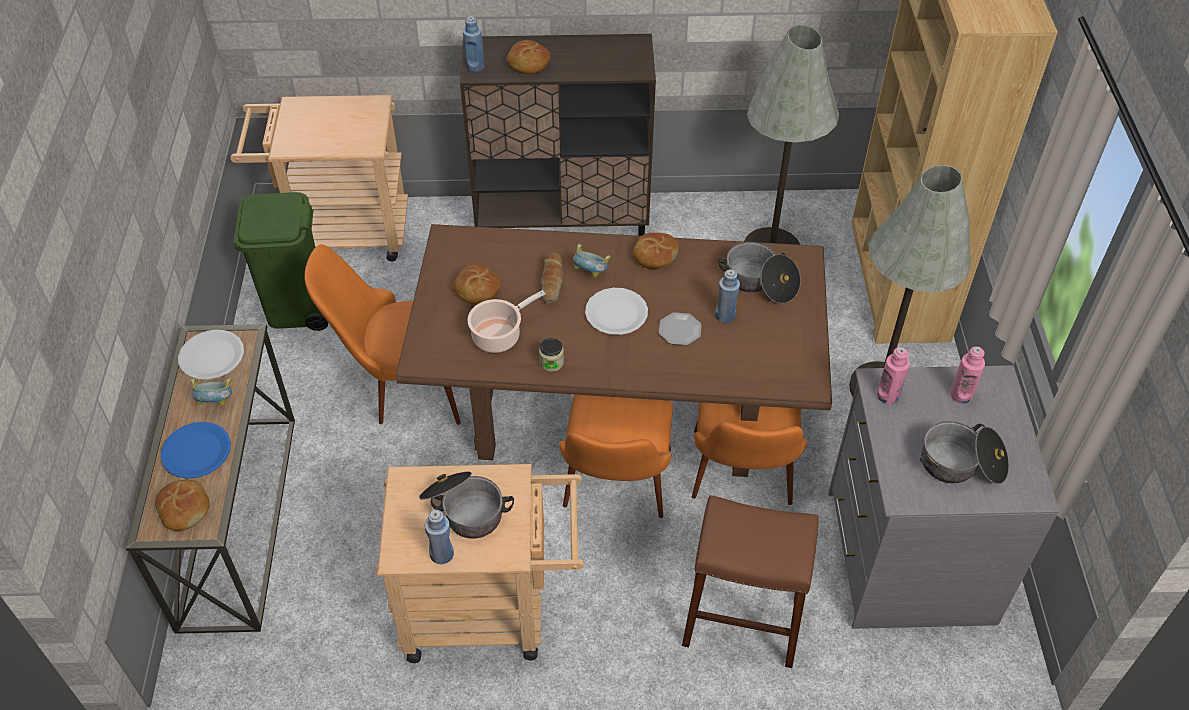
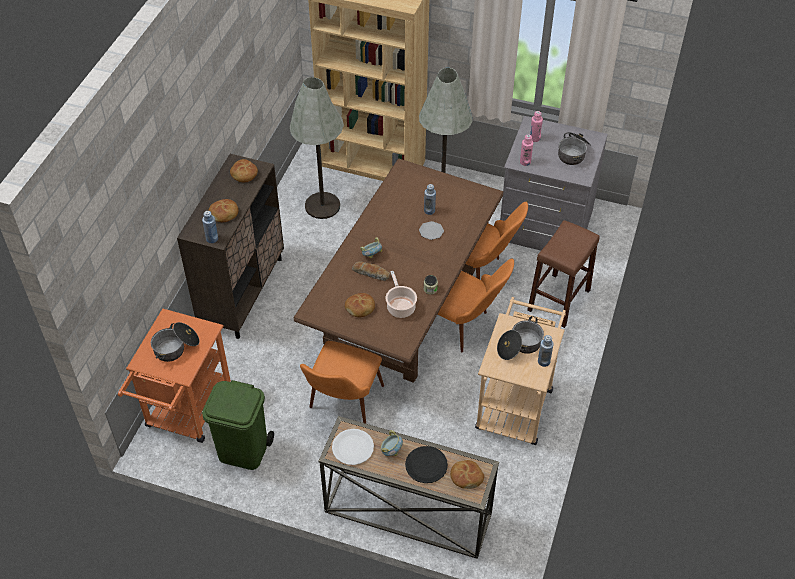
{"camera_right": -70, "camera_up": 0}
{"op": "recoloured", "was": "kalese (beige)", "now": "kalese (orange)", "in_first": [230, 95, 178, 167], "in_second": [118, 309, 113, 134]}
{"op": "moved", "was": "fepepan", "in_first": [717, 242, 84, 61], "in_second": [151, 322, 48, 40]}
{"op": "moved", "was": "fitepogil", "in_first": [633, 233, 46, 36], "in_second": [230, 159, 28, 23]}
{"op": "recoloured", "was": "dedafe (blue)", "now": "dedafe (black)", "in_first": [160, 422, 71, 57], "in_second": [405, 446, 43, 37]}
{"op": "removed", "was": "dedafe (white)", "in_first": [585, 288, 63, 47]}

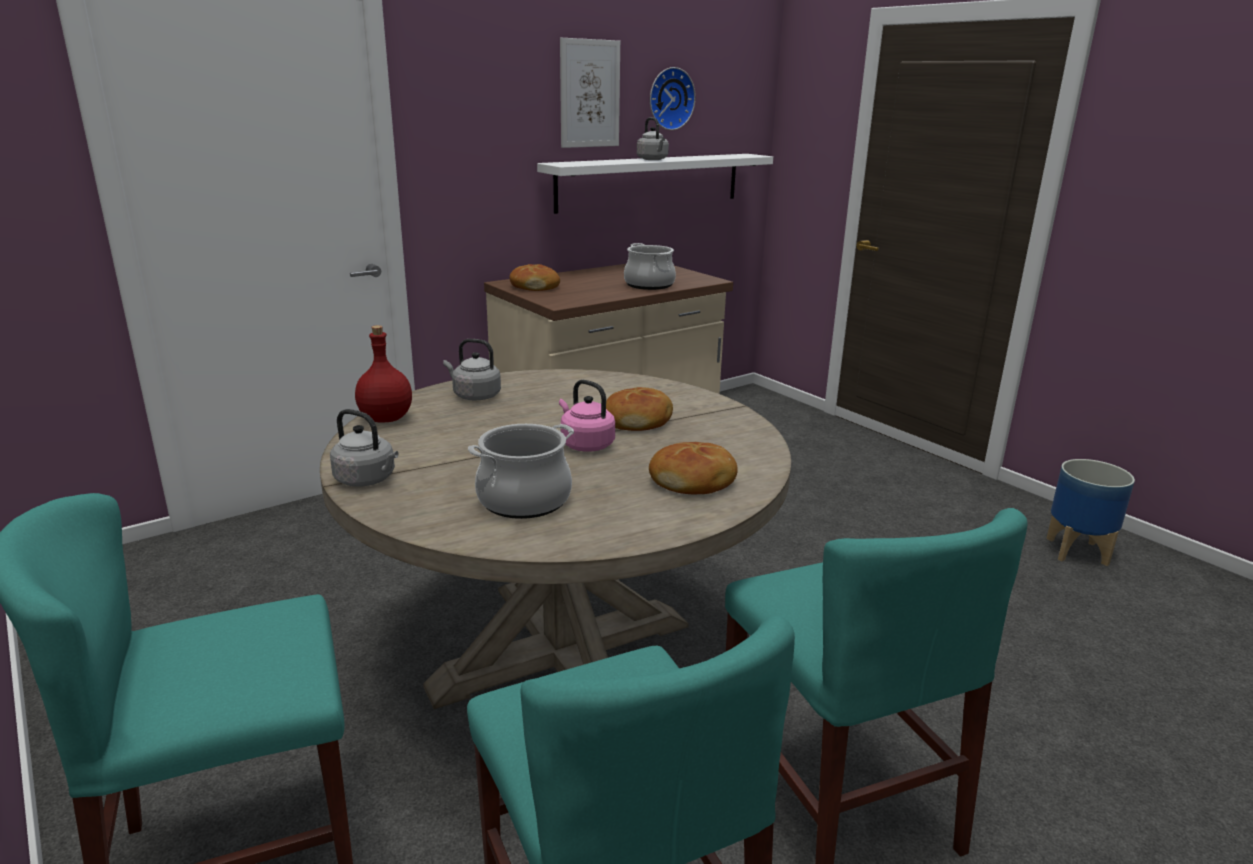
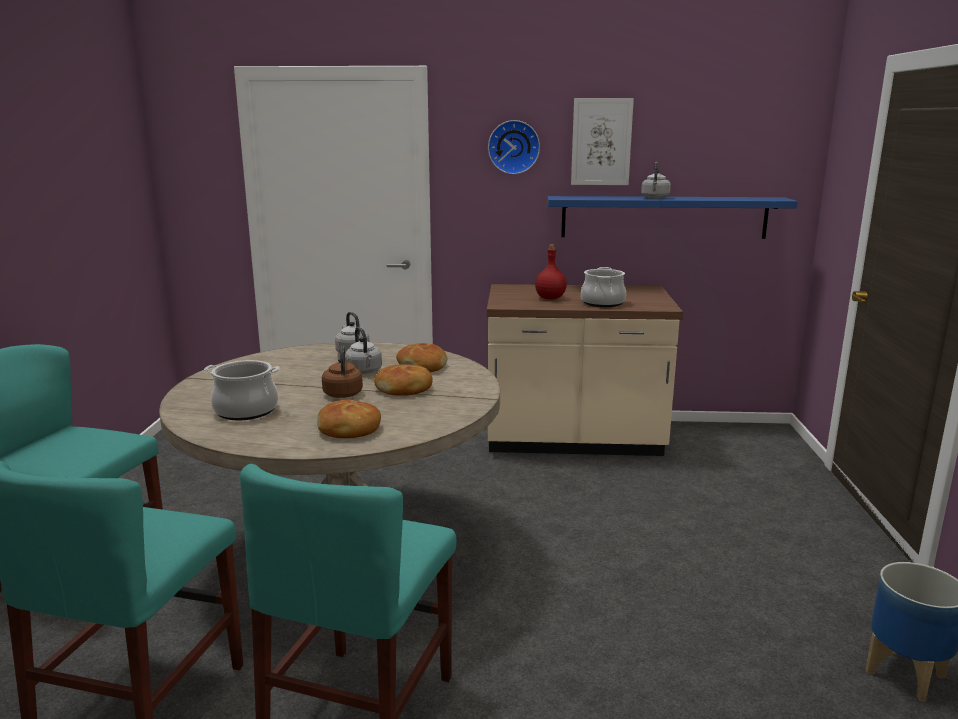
{"camera_right": 40, "camera_up": -5}
{"op": "recoloured", "was": "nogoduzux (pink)", "now": "nogoduzux (brown)", "in_first": [559, 380, 56, 72], "in_second": [322, 346, 41, 52]}
{"op": "moved", "was": "nogoduzux (grey)", "in_first": [330, 409, 69, 78], "in_second": [345, 327, 37, 47]}
{"op": "moved", "was": "fitepogil", "in_first": [510, 264, 50, 27], "in_second": [396, 343, 51, 29]}
{"op": "moved", "was": "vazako", "in_first": [650, 67, 46, 63], "in_second": [488, 120, 52, 54]}
{"op": "moved", "was": "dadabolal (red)", "in_first": [355, 325, 57, 97], "in_second": [535, 244, 32, 56]}
{"op": "recoloured", "was": "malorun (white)", "now": "malorun (blue)", "in_first": [537, 154, 236, 60], "in_second": [547, 196, 251, 43]}

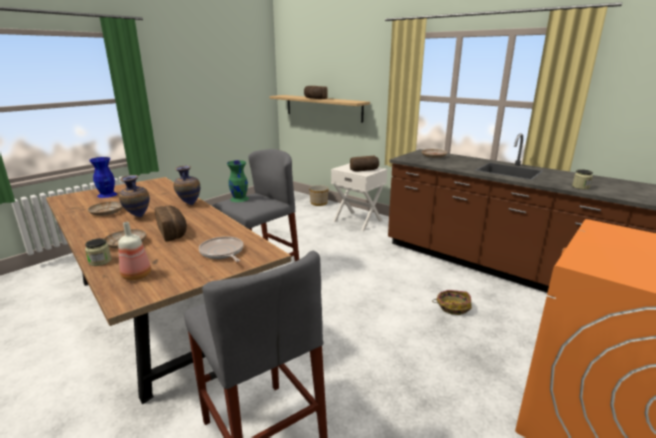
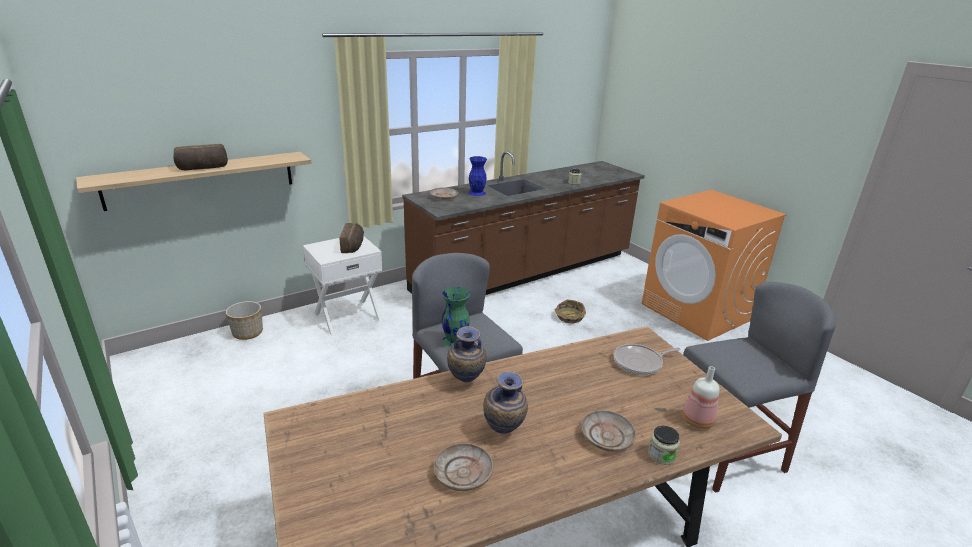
{"camera_right": -75, "camera_up": 5}
{"op": "moved", "was": "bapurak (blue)", "in_first": [89, 157, 28, 41], "in_second": [469, 156, 18, 40]}
{"op": "removed", "was": "fitepogil", "in_first": [155, 205, 32, 36]}

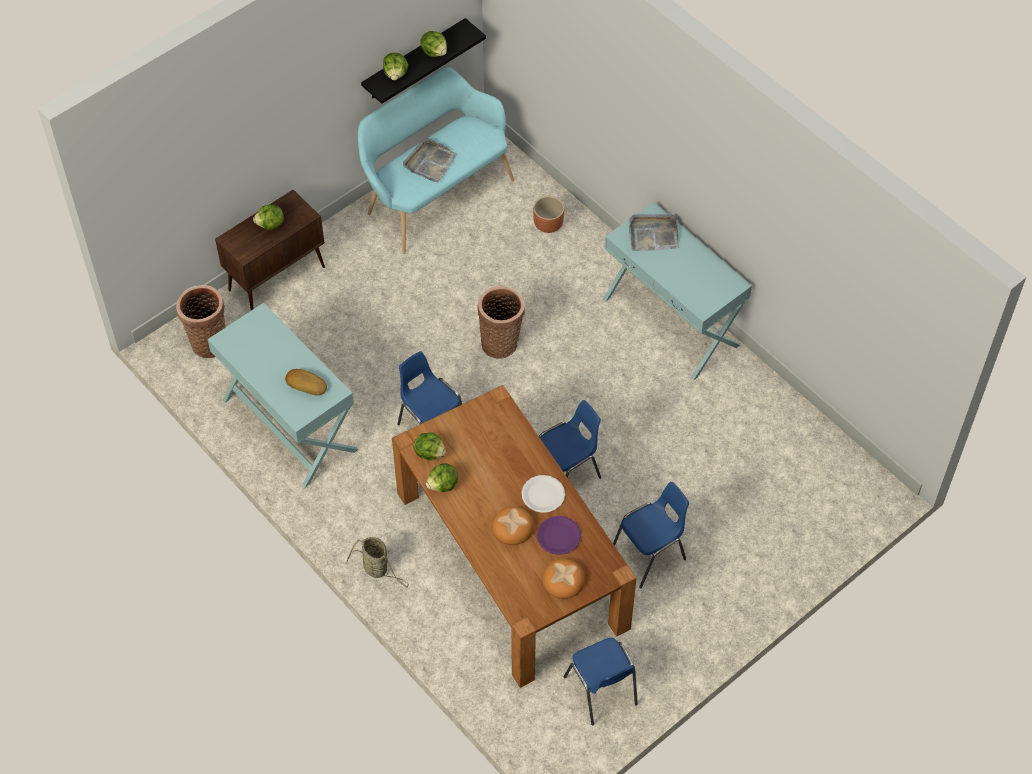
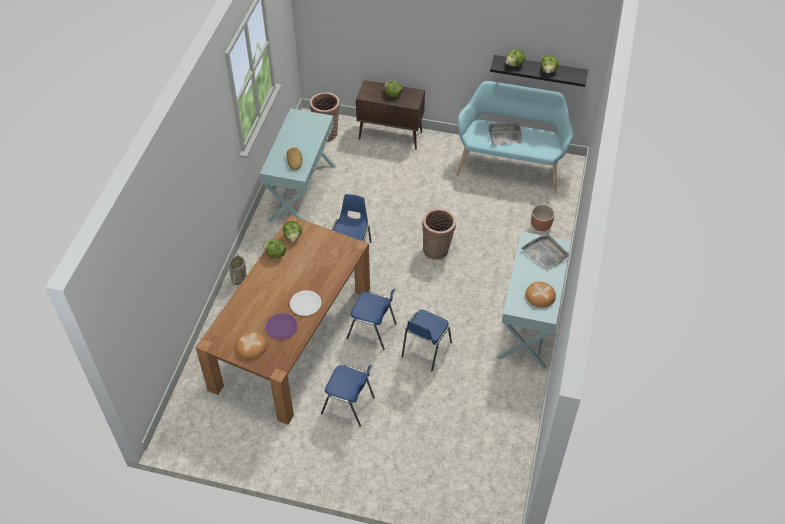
{"camera_right": 55, "camera_up": -5}
{"op": "moved", "was": "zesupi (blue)", "in_first": [563, 638, 75, 87], "in_second": [402, 310, 50, 61]}
{"op": "moved", "was": "fitepogil", "in_first": [492, 507, 42, 38], "in_second": [525, 282, 31, 26]}

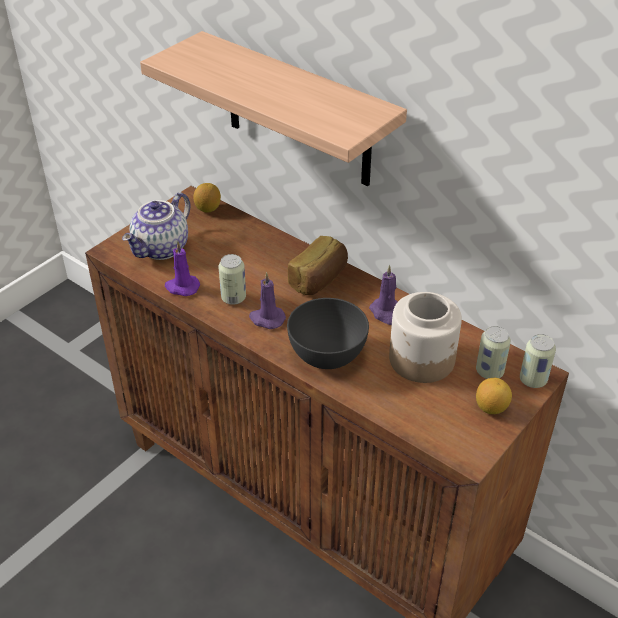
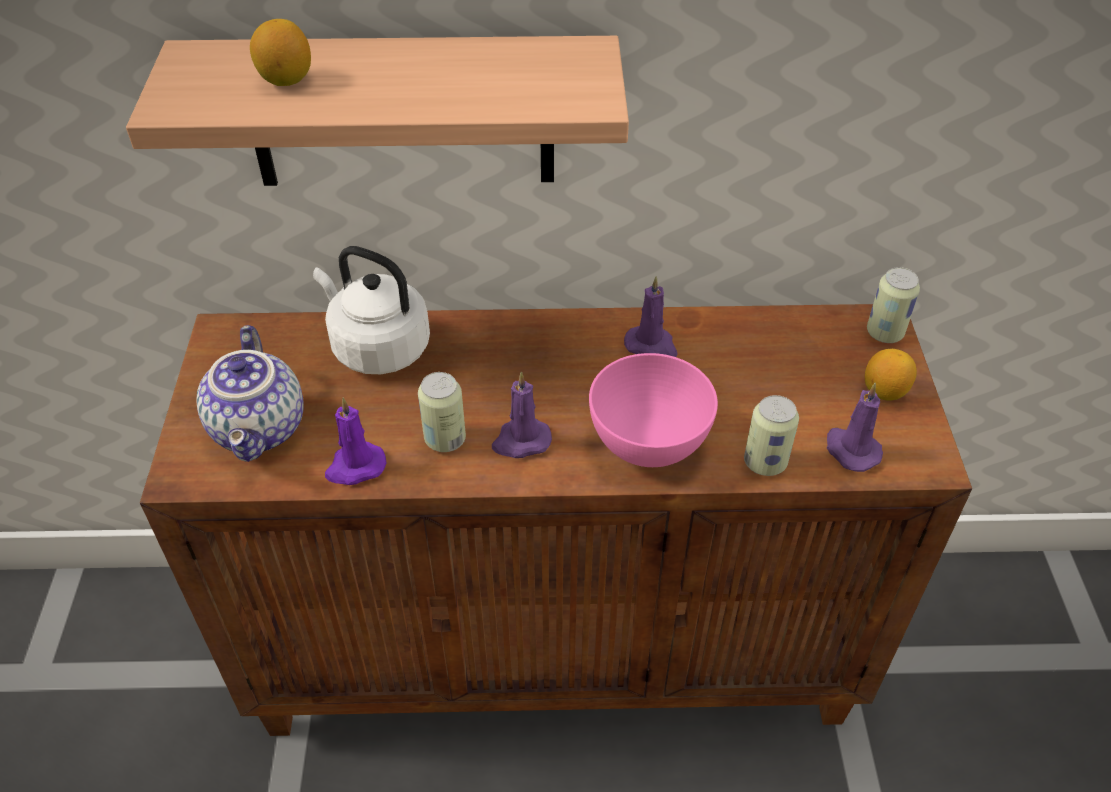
{"camera_right": -40, "camera_up": 5}
{"op": "moved", "was": "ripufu", "in_first": [193, 183, 28, 30], "in_second": [250, 19, 61, 67]}
{"op": "added", "now": "nogoduzux (white)", "in_second": [313, 246, 117, 128]}
{"op": "recoloured", "was": "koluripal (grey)", "now": "koluripal (pink)", "in_first": [287, 298, 82, 71], "in_second": [589, 353, 129, 114]}
{"op": "moved", "was": "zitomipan", "in_first": [476, 326, 35, 53], "in_second": [744, 395, 55, 81]}
{"op": "added", "now": "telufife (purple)", "in_second": [827, 383, 56, 89]}
{"op": "removed", "was": "fitepogil", "in_first": [288, 236, 60, 59]}
{"op": "removed", "was": "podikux", "in_first": [389, 292, 73, 91]}

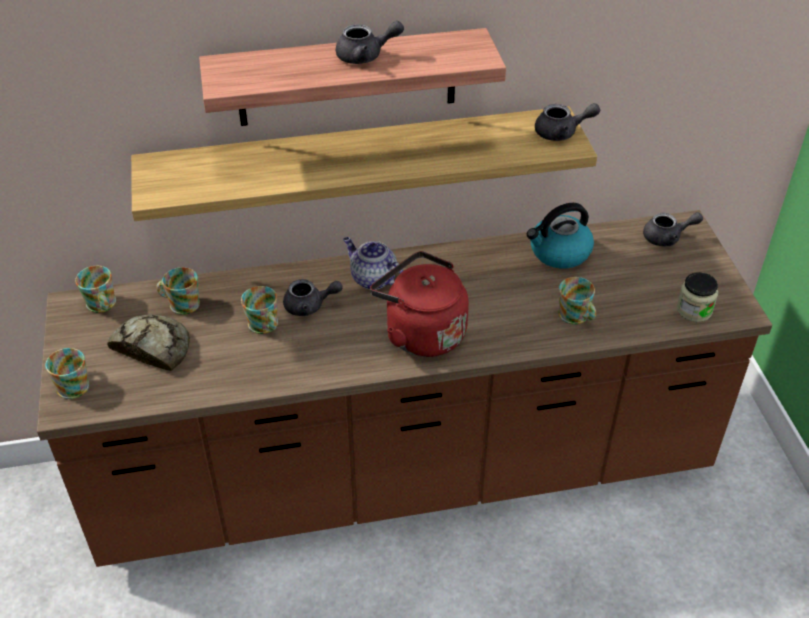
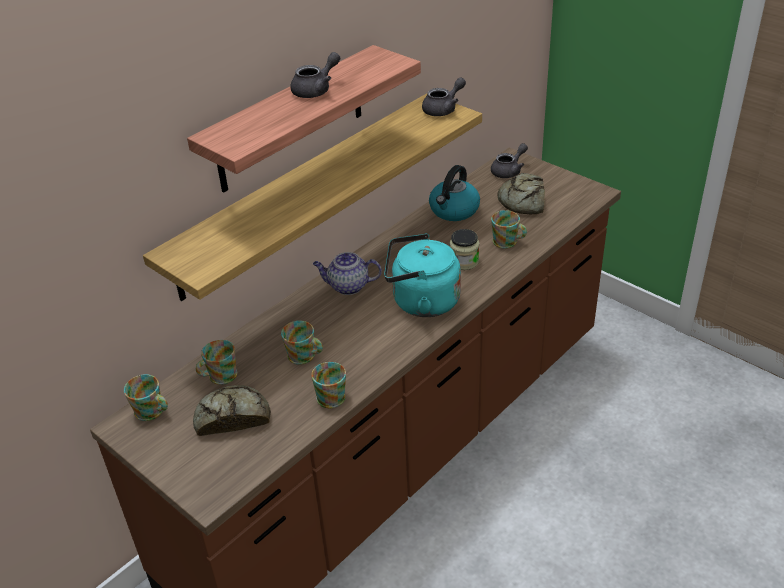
{"camera_right": -35, "camera_up": -5}
{"op": "moved", "was": "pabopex", "in_first": [45, 348, 44, 51], "in_second": [311, 362, 35, 46]}
{"op": "recoloured", "was": "nogoduzux (red)", "now": "nogoduzux (turquoise)", "in_first": [370, 251, 99, 106], "in_second": [384, 234, 77, 83]}
{"op": "moved", "was": "podikux", "in_first": [677, 272, 41, 50], "in_second": [449, 229, 30, 41]}
{"op": "added", "now": "fitepogil", "in_second": [498, 173, 47, 41]}
{"op": "removed", "was": "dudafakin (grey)", "in_first": [283, 279, 60, 37]}

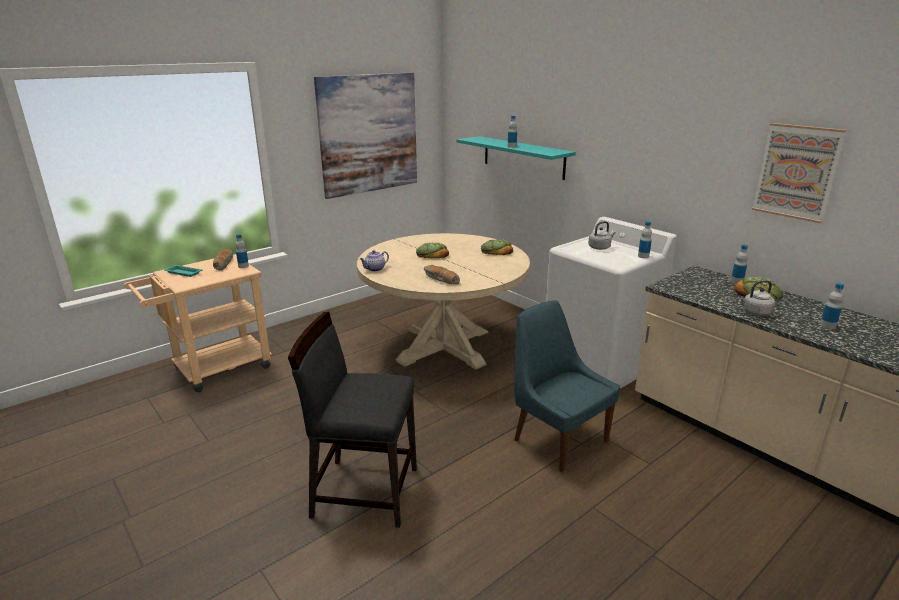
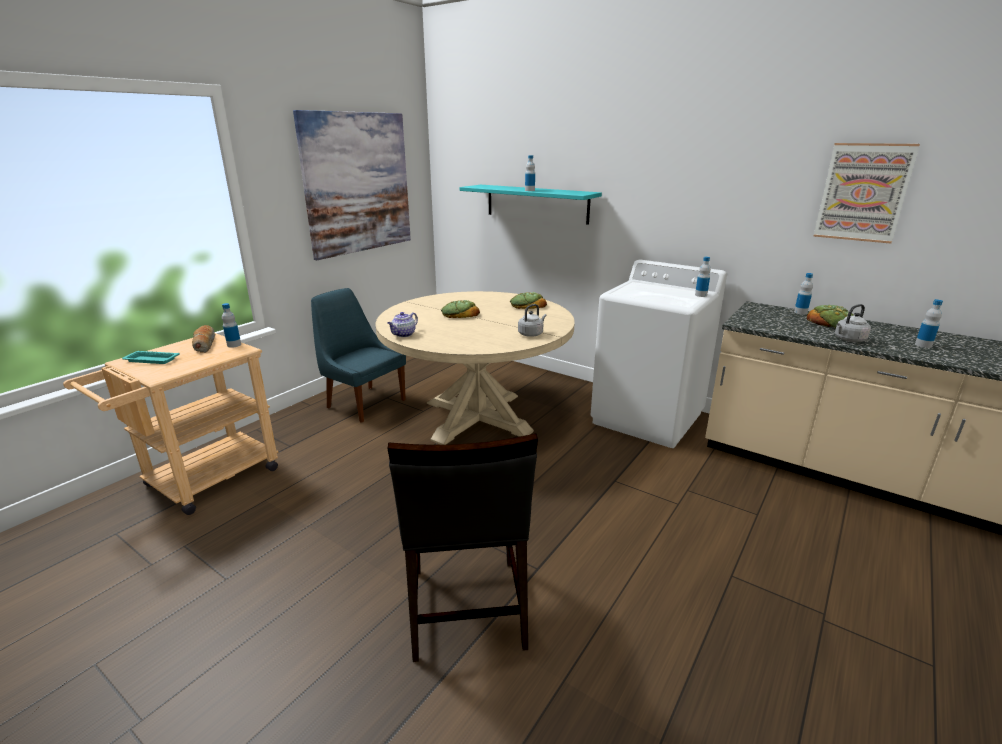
{"camera_right": -15, "camera_up": 0}
{"op": "moved", "was": "zesupi (blue)", "in_first": [514, 300, 106, 172], "in_second": [311, 288, 95, 135]}
{"op": "turned", "was": "zesupi (black)", "in_first": [288, 312, 129, 216], "in_second": [388, 433, 150, 229], "clockwise": -90}
{"op": "moved", "was": "nogoduzux (grey)", "in_first": [588, 221, 28, 29], "in_second": [518, 304, 29, 33]}
{"op": "removed", "was": "fitepogil", "in_first": [424, 265, 36, 19]}

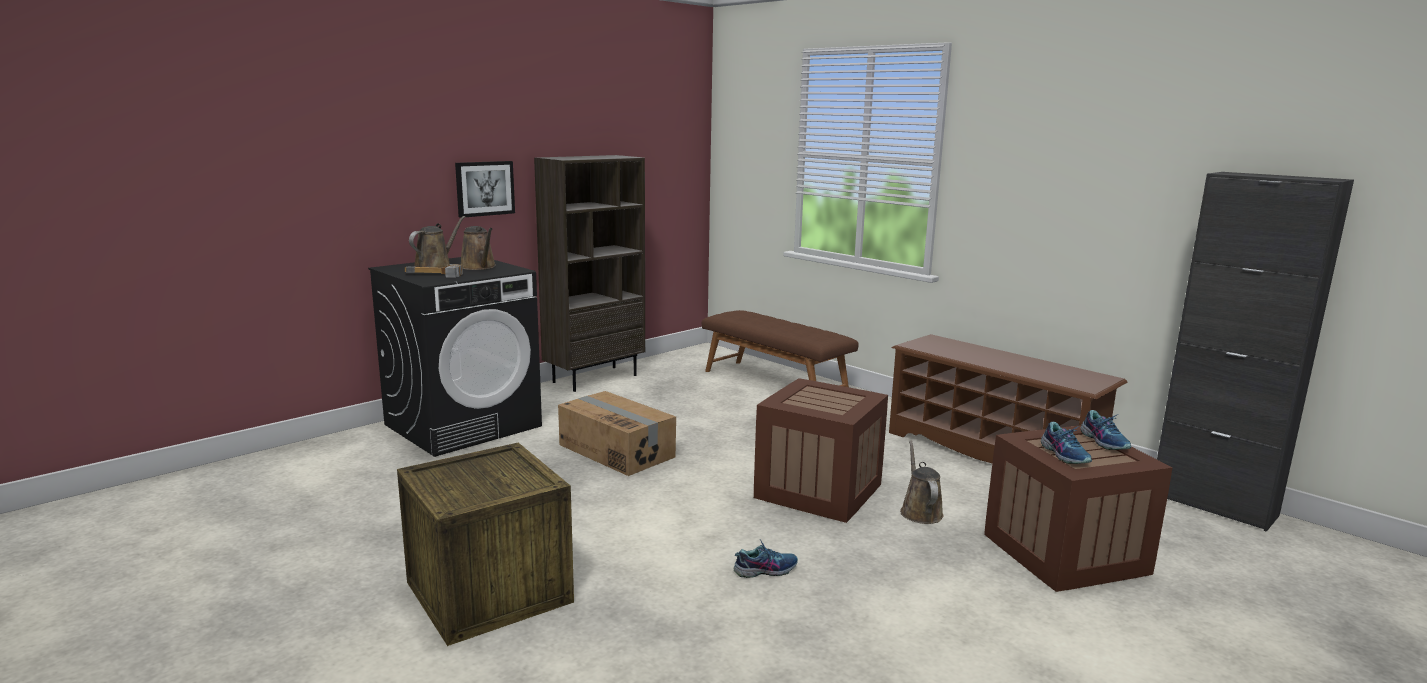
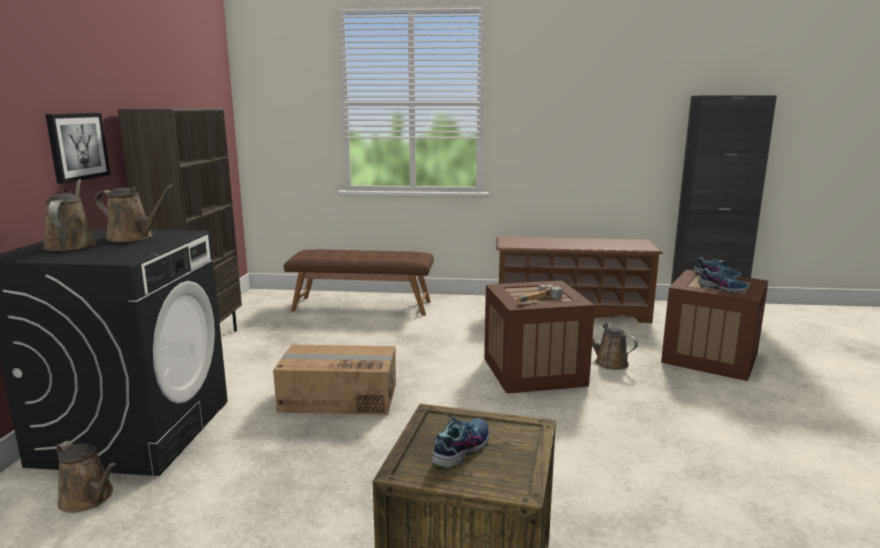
{"camera_right": -40, "camera_up": 0}
{"op": "added", "now": "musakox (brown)", "in_second": [56, 441, 60, 72]}
{"op": "moved", "was": "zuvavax", "in_first": [734, 538, 64, 40], "in_second": [432, 413, 57, 57]}
{"op": "moved", "was": "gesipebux", "in_first": [405, 264, 58, 14], "in_second": [517, 284, 46, 19]}

